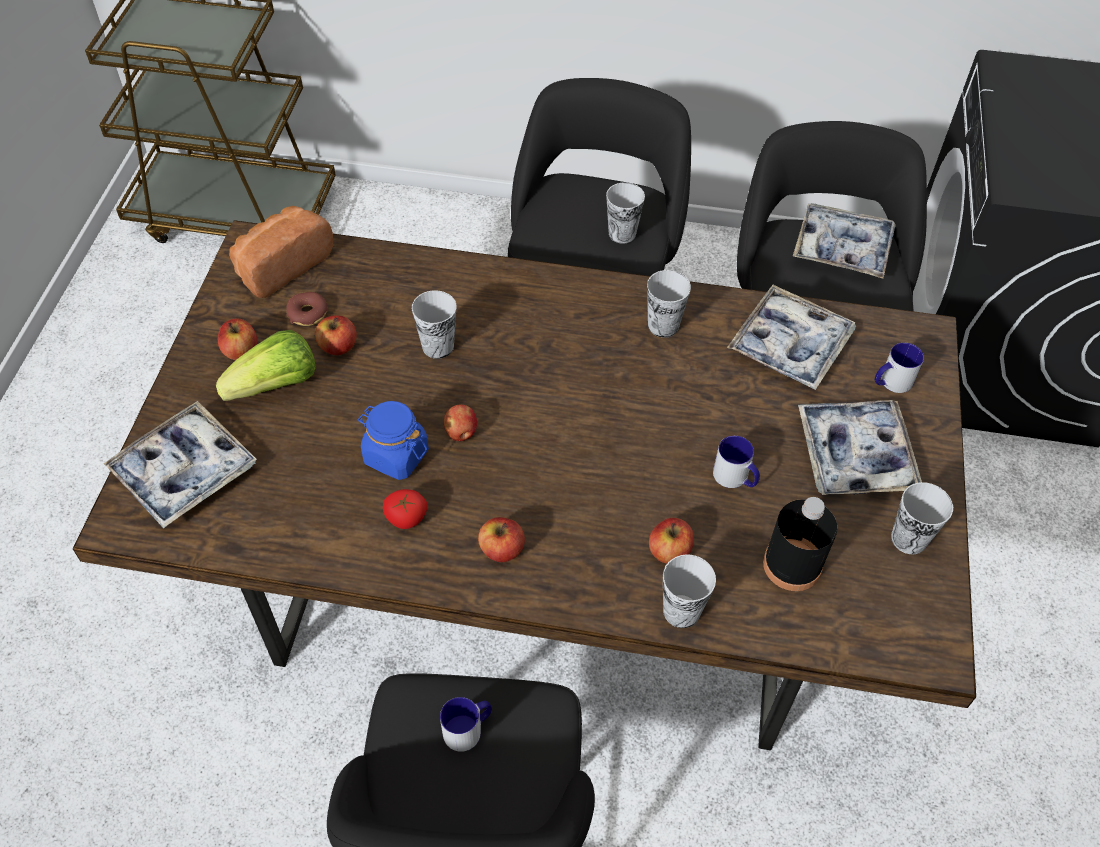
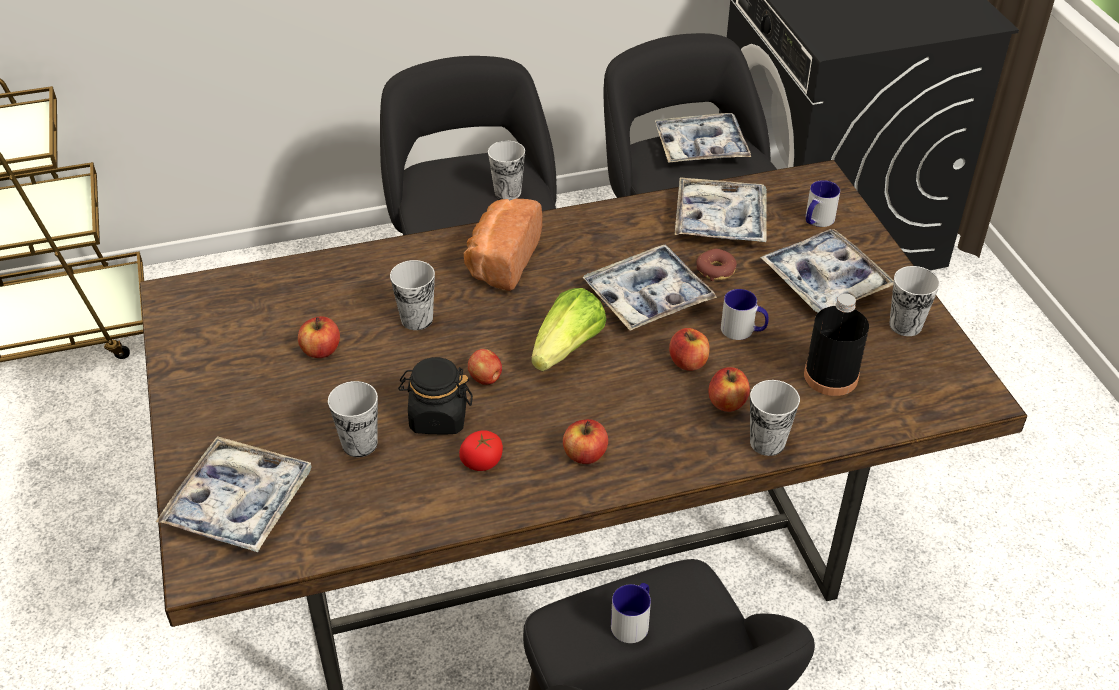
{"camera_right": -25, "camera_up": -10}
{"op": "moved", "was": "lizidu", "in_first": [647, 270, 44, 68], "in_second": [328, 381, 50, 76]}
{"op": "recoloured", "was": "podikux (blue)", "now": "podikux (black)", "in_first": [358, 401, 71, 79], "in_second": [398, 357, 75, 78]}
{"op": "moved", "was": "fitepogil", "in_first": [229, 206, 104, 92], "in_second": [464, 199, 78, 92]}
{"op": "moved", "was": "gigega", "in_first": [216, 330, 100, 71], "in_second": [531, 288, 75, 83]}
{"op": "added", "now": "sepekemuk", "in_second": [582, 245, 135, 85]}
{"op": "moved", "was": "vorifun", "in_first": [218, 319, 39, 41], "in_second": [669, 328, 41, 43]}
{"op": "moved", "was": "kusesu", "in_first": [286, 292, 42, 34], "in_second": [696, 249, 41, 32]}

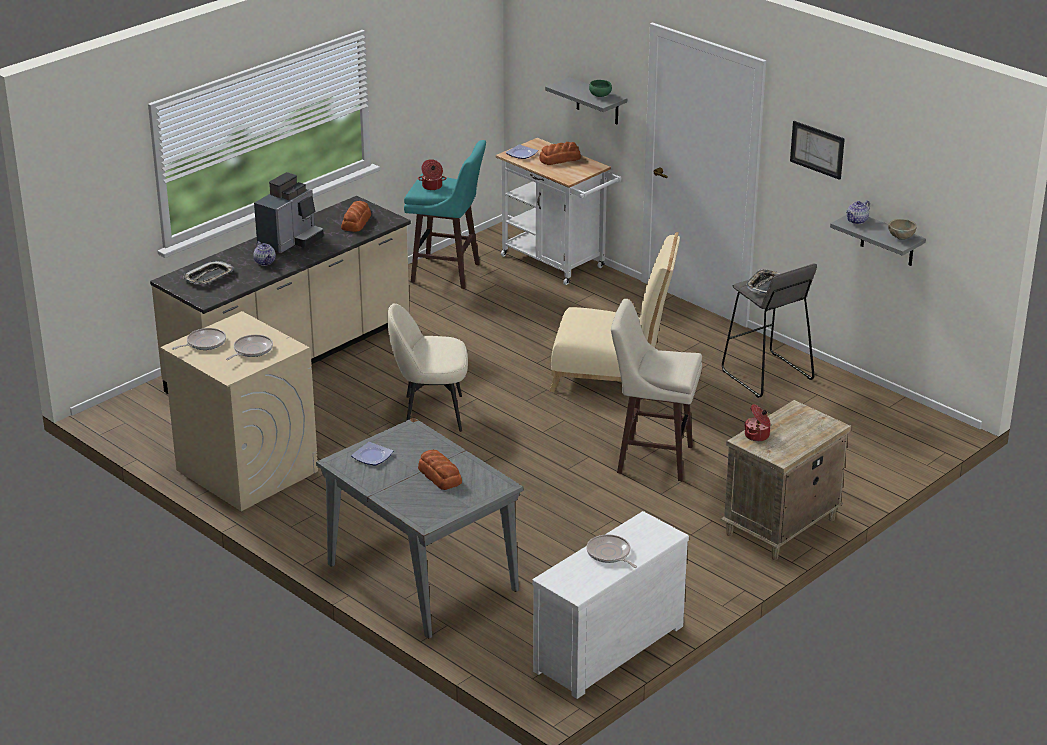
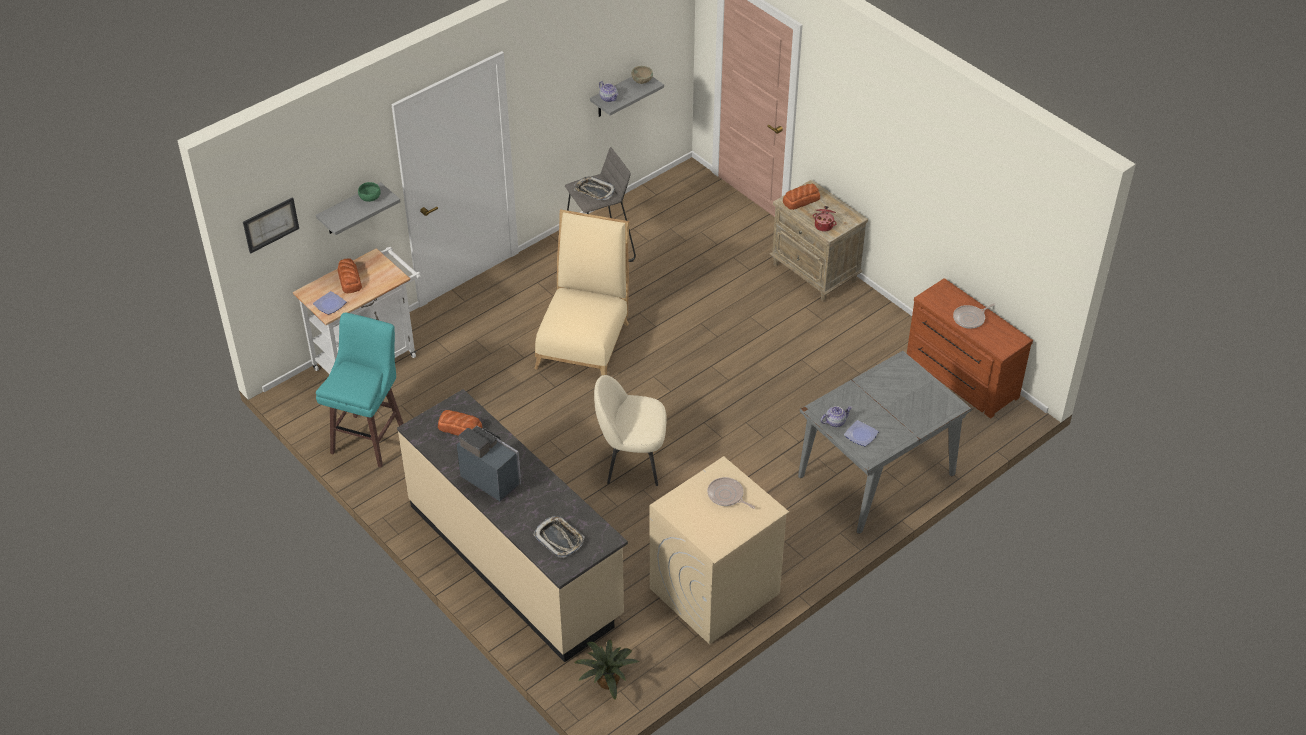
{"camera_right": -85, "camera_up": 15}
{"op": "moved", "was": "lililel", "in_first": [790, 121, 55, 59], "in_second": [243, 197, 56, 57]}
{"op": "added", "now": "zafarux", "in_second": [574, 640, 65, 60]}
{"op": "turned", "was": "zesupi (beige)", "in_first": [387, 303, 81, 129], "in_second": [594, 375, 73, 111], "clockwise": 90}
{"op": "moved", "was": "fitepogil", "in_first": [418, 450, 44, 40], "in_second": [783, 184, 37, 26]}
{"op": "moved", "was": "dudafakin", "in_first": [254, 241, 22, 25], "in_second": [821, 406, 31, 21]}
{"op": "recoloured", "was": "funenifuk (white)", "now": "funenifuk (brown)", "in_first": [532, 511, 157, 188], "in_second": [907, 278, 126, 140]}
{"op": "removed", "was": "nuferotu", "in_first": [172, 328, 54, 22]}
{"op": "removed", "was": "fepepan", "in_first": [418, 159, 28, 31]}
{"op": "removed", "was": "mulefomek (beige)", "in_first": [611, 299, 91, 182]}

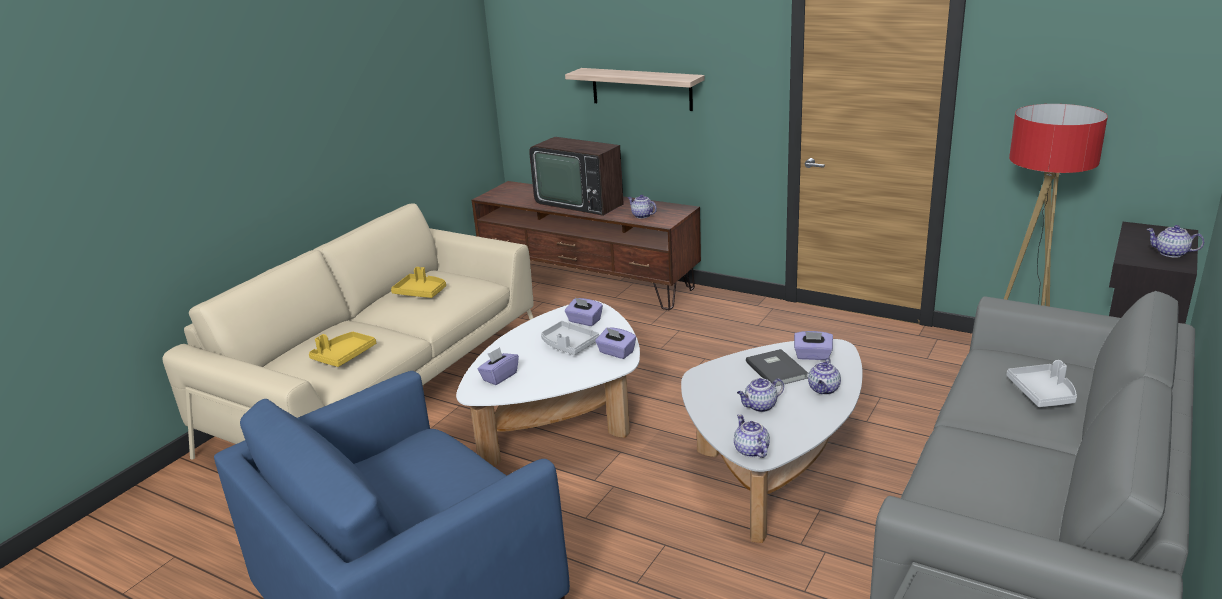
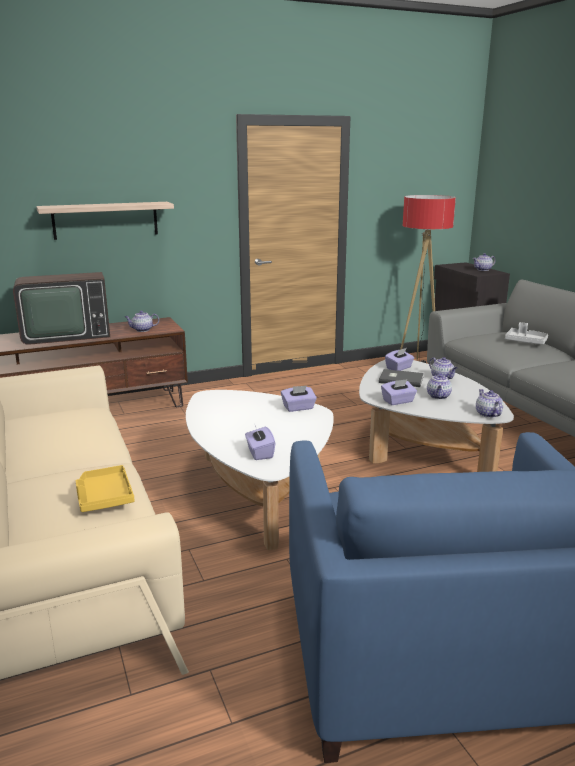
{"camera_right": -55, "camera_up": -5}
{"op": "moved", "was": "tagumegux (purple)", "in_first": [565, 298, 38, 28], "in_second": [381, 379, 36, 26]}
{"op": "turned", "was": "dudafakin", "in_first": [734, 414, 36, 44], "in_second": [476, 389, 27, 29], "clockwise": 60}
{"op": "removed", "was": "sepekemuk (yellow)", "in_first": [391, 267, 55, 31]}
{"op": "removed", "was": "sepekemuk (grey)", "in_first": [541, 321, 59, 34]}

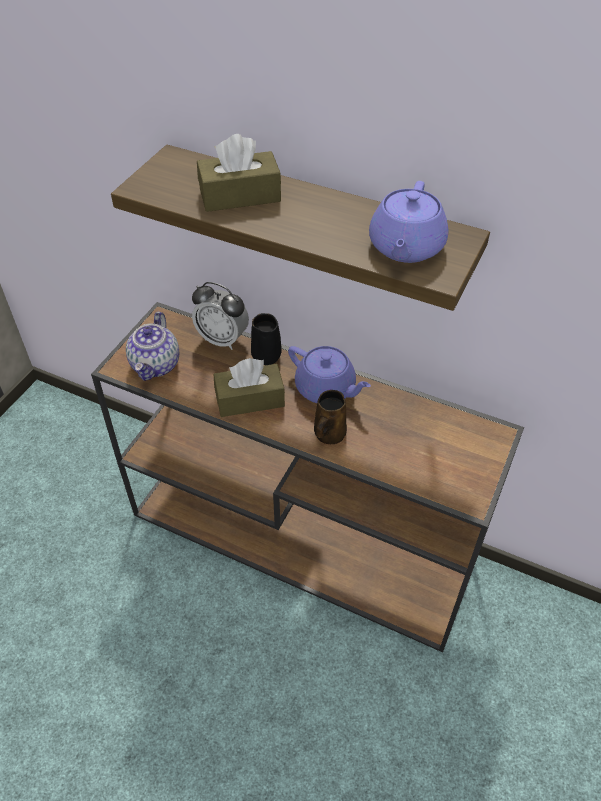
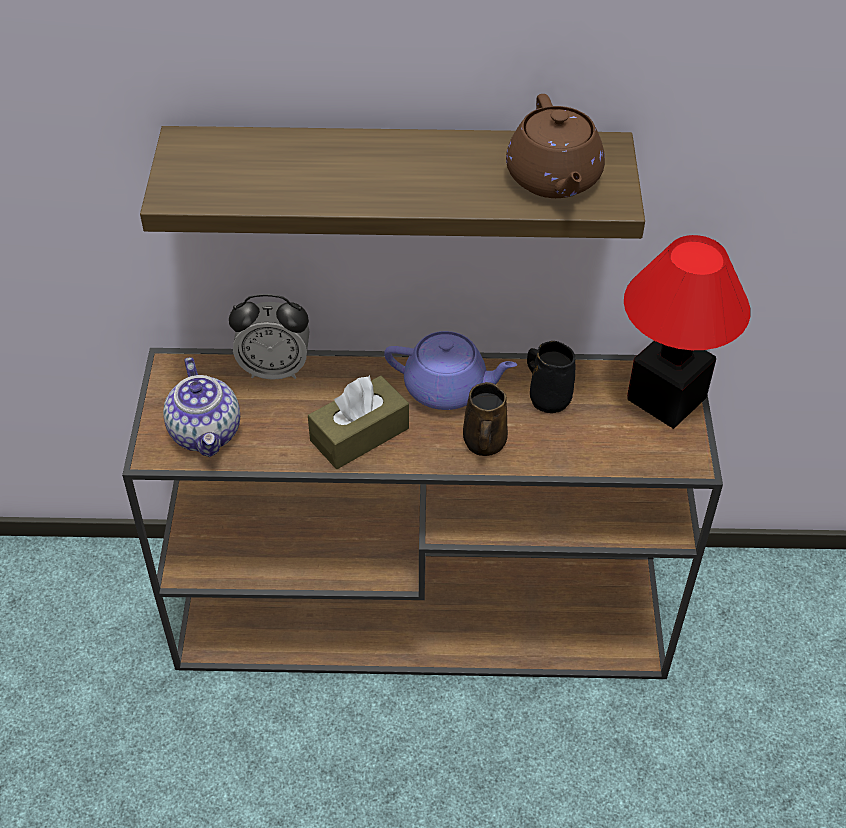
{"camera_right": -25, "camera_up": 0}
{"op": "recoloured", "was": "dudafakin (purple)", "now": "dudafakin (brown)", "in_first": [369, 181, 79, 82], "in_second": [506, 94, 99, 104]}
{"op": "moved", "was": "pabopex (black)", "in_first": [251, 313, 31, 52], "in_second": [527, 341, 49, 72]}
{"op": "added", "now": "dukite", "in_second": [624, 235, 126, 194]}
{"op": "removed", "was": "tagumegux (brown)", "in_first": [197, 134, 84, 78]}

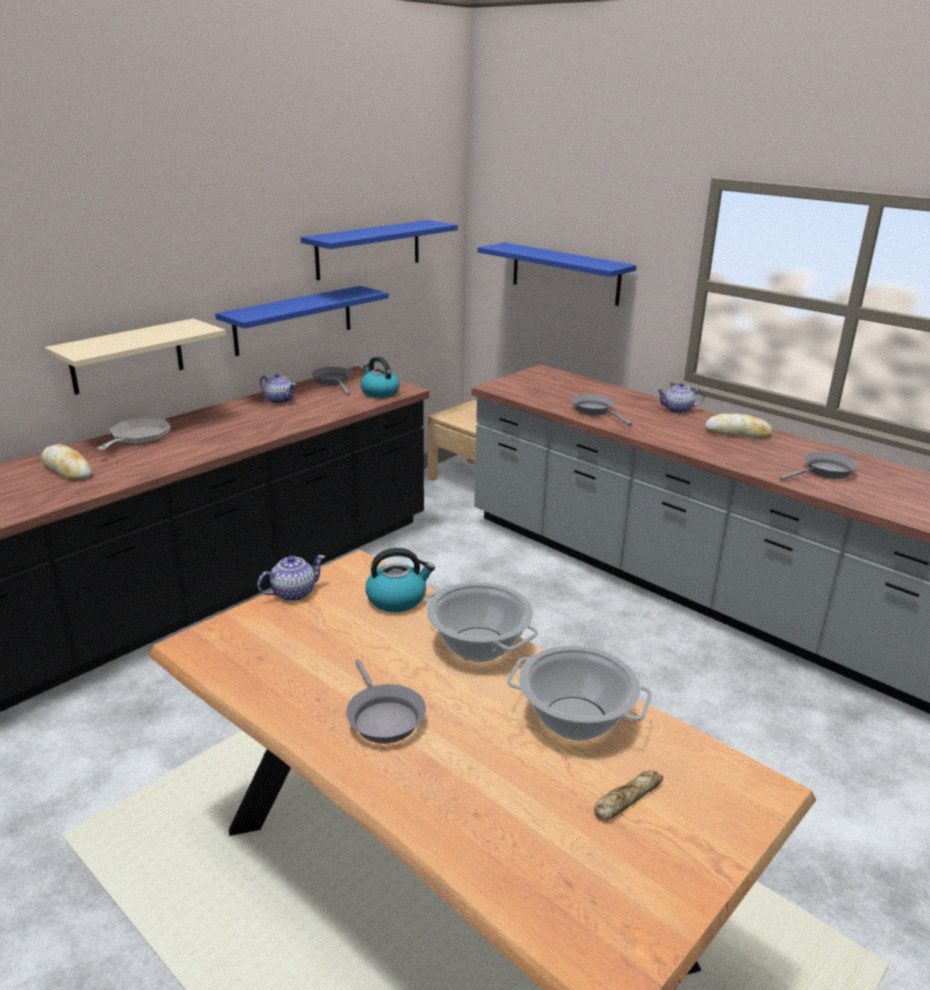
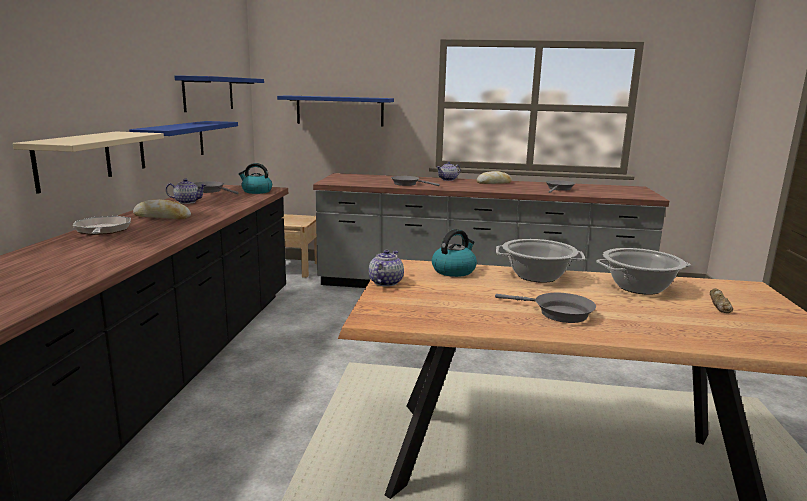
{"camera_right": -35, "camera_up": -10}
{"op": "moved", "was": "fitepogil", "in_first": [41, 444, 51, 37], "in_second": [133, 199, 58, 20]}

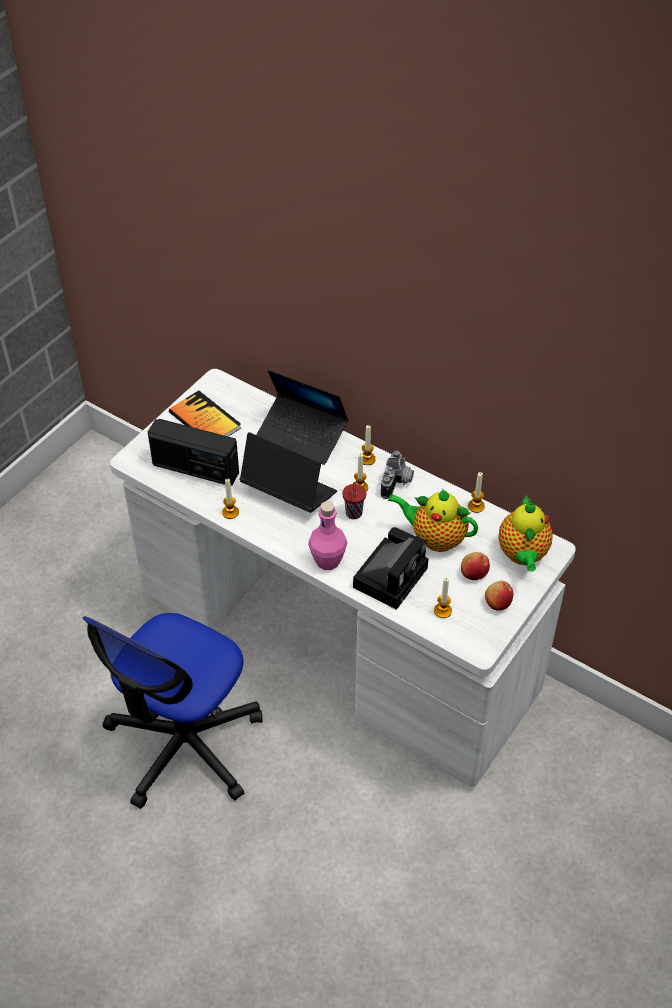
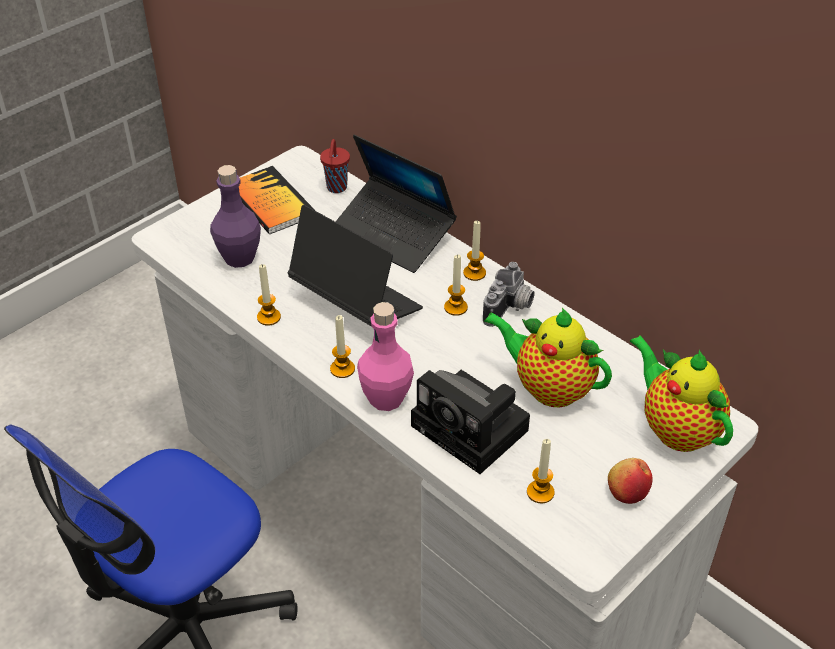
{"camera_right": 10, "camera_up": -5}
{"op": "replaced", "was": "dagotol", "now": "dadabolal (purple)", "in_first": [148, 419, 91, 67], "in_second": [210, 165, 51, 103]}
{"op": "moved", "was": "lizidu (red)", "in_first": [342, 482, 24, 37], "in_second": [320, 139, 30, 54]}
{"op": "moved", "was": "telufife", "in_first": [468, 472, 17, 41], "in_second": [330, 315, 25, 63]}
{"op": "turned", "was": "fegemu", "in_first": [353, 527, 76, 83], "in_second": [411, 370, 119, 104], "clockwise": 90}
{"op": "turned", "was": "dudafakin", "in_first": [498, 495, 55, 77], "in_second": [630, 335, 103, 117], "clockwise": 135}
{"op": "removed", "was": "vorifun", "in_first": [461, 552, 29, 28]}

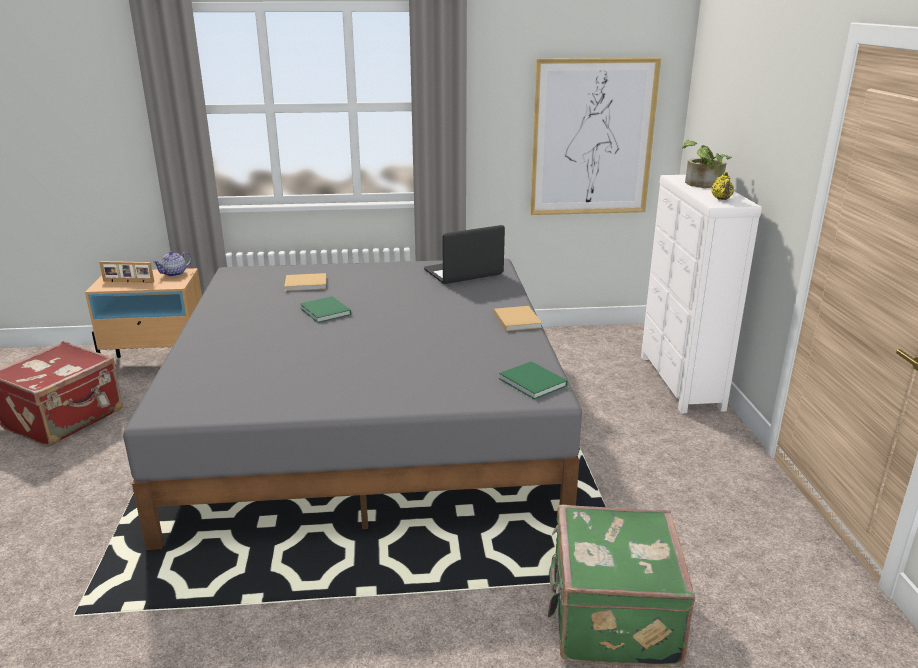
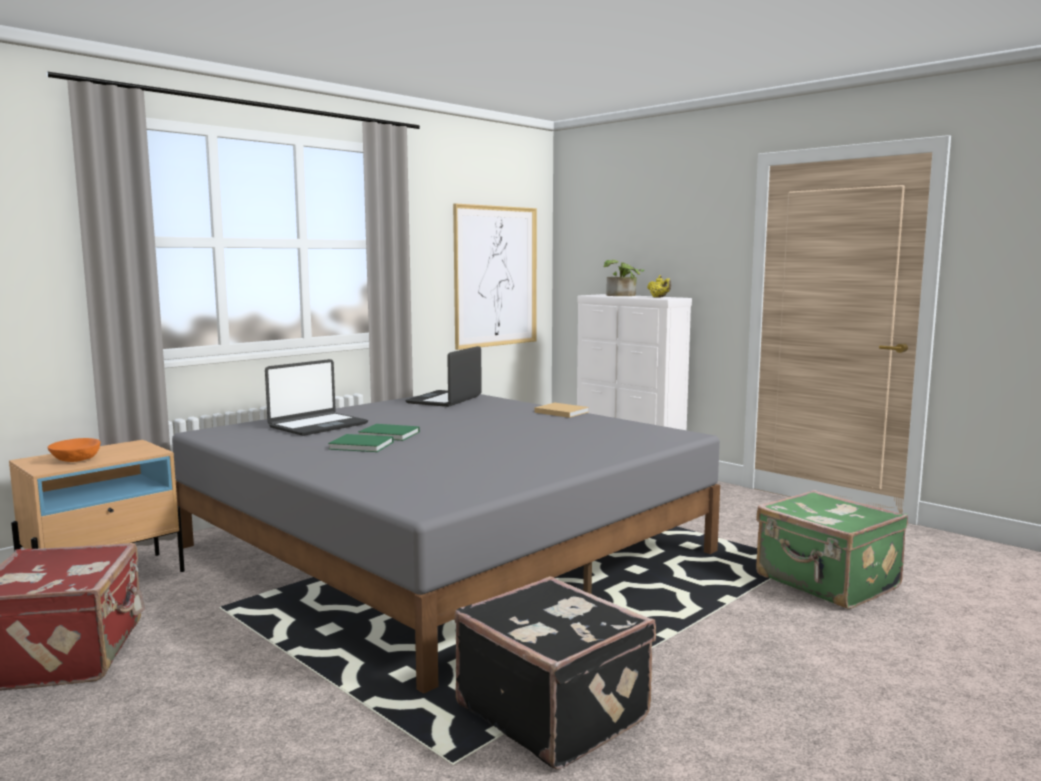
{"camera_right": -40, "camera_up": -15}
{"op": "replaced", "was": "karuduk", "now": "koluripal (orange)", "in_first": [99, 261, 55, 22], "in_second": [47, 438, 54, 24]}
{"op": "replaced", "was": "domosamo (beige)", "now": "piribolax", "in_first": [284, 273, 42, 18], "in_second": [265, 359, 103, 77]}
{"op": "moved", "was": "domosamo (green)", "in_first": [499, 361, 69, 38], "in_second": [328, 434, 66, 18]}
{"op": "added", "now": "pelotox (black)", "in_second": [455, 576, 201, 194]}
{"op": "removed", "was": "dudafakin", "in_first": [153, 251, 38, 26]}

